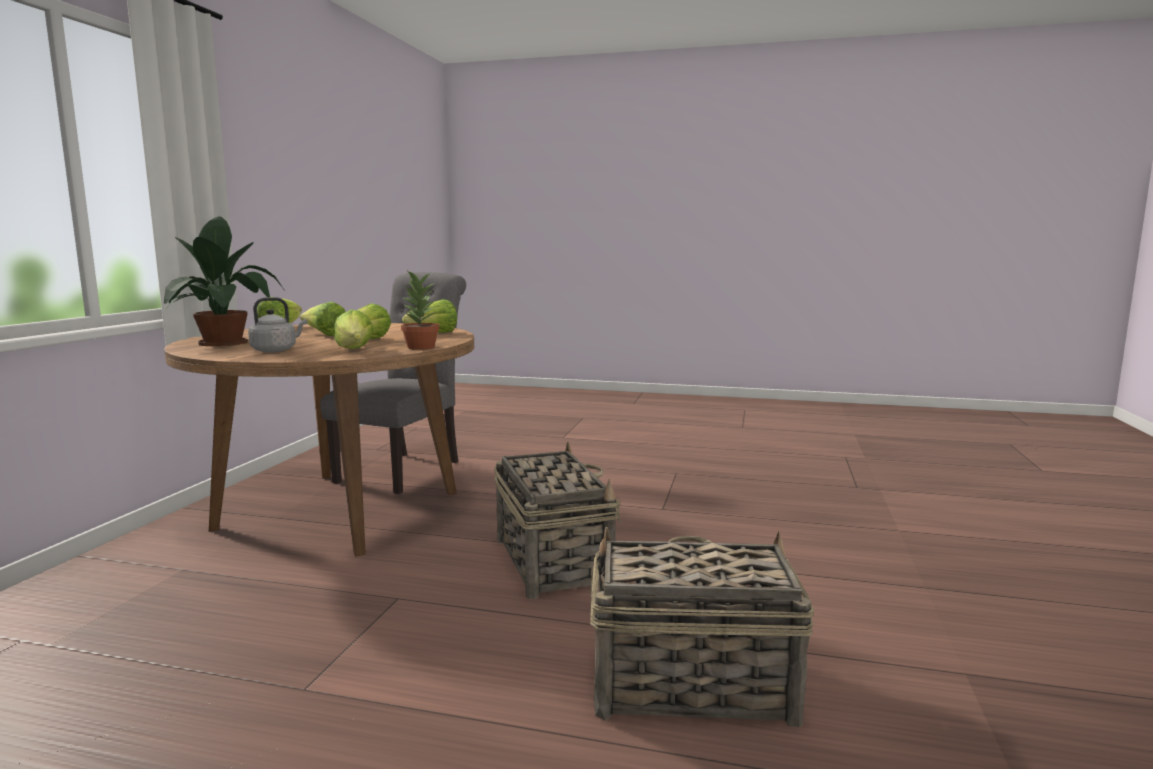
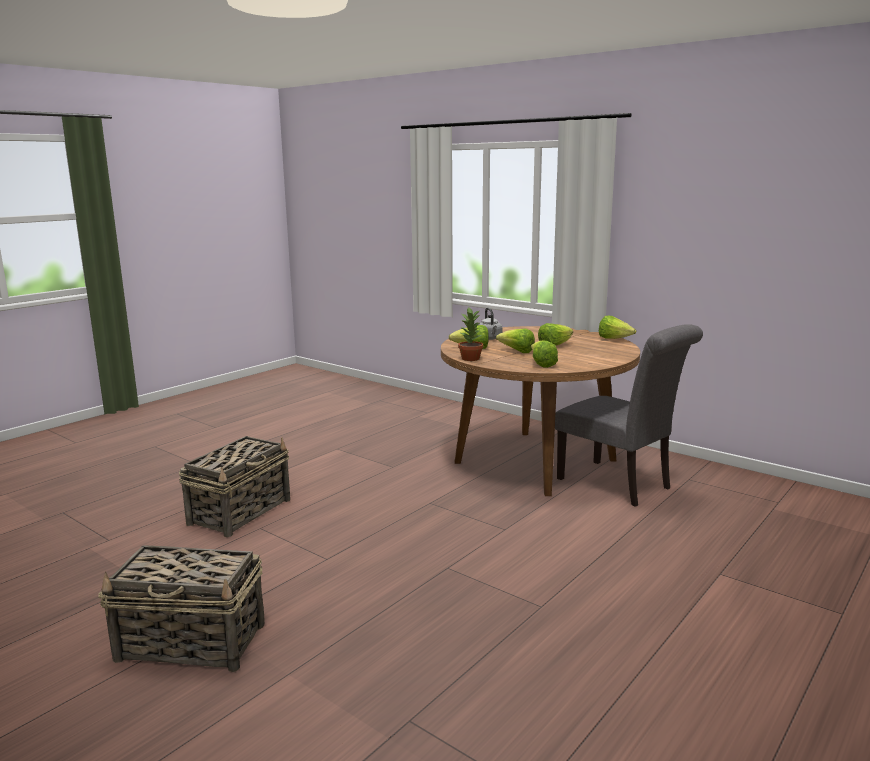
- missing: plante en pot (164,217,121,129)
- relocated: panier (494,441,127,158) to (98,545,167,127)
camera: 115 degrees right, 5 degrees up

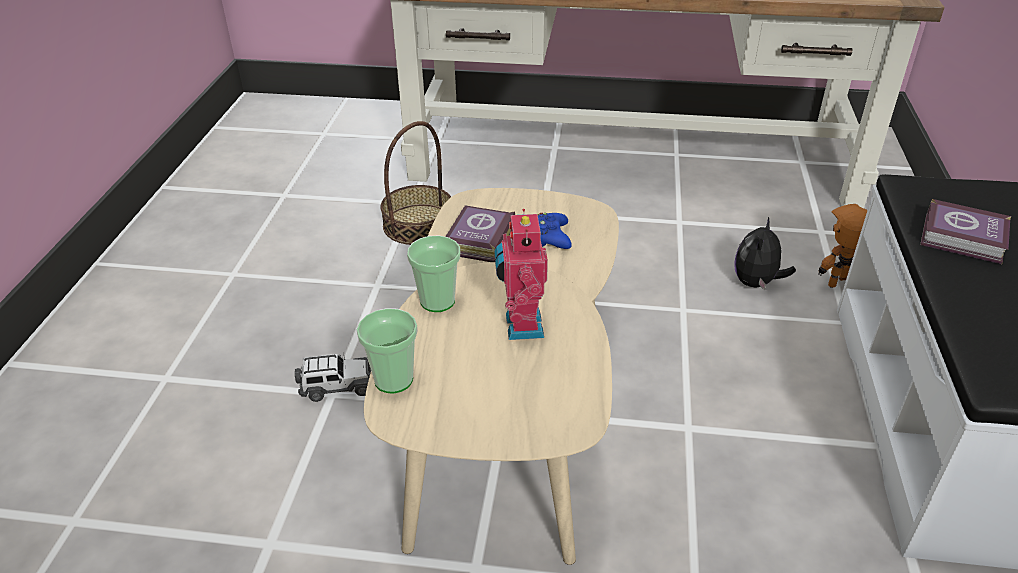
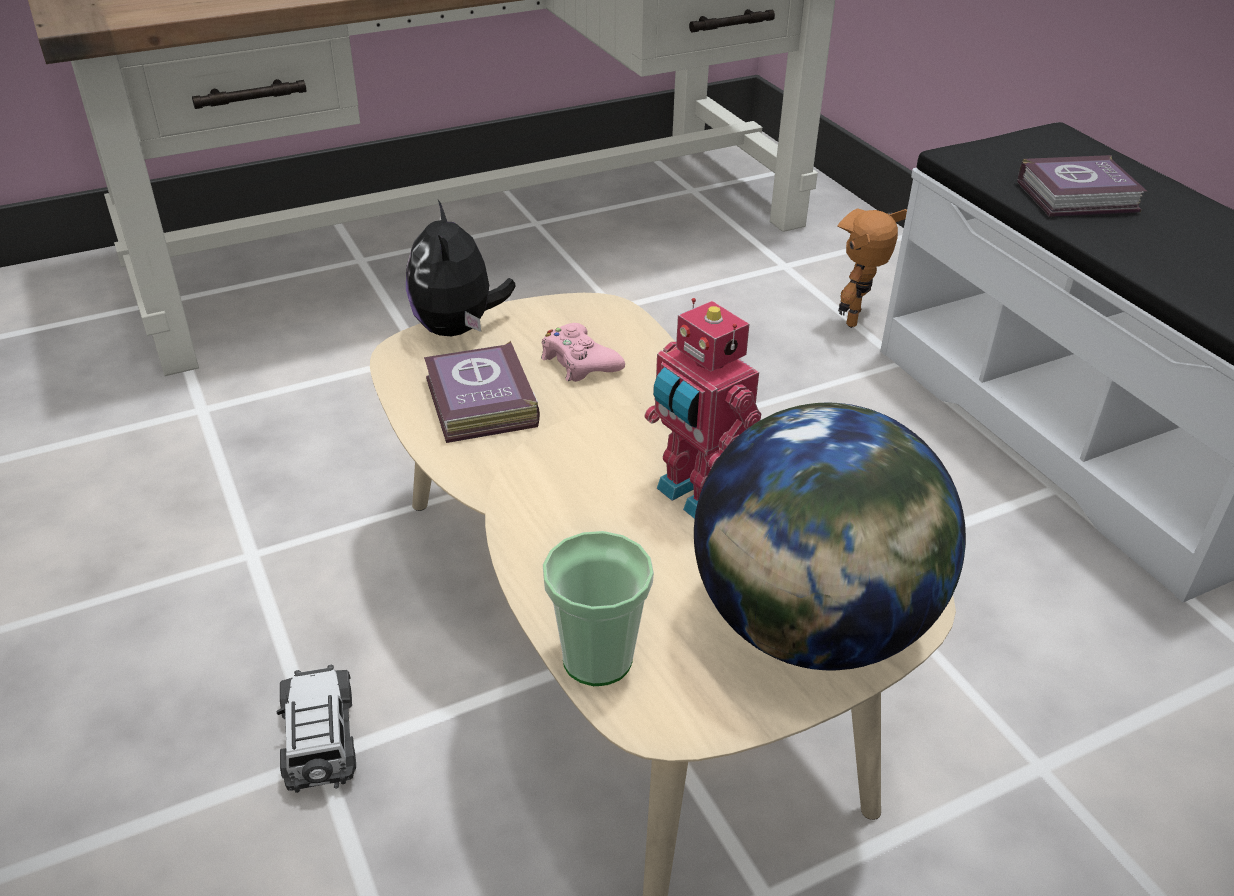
- spun: petite voiture (295,354,76,48) = (276,665,80,128) 60 degrees counterclockwise
- missing: panier (380,121,71,124)
- missing: tasse (407,236,53,76)
- colour: manette (bleu) (537,213,35,36) to manette (rose) (541,323,84,59)
- relocated: peluche (735,217,61,73) to (406,200,110,136)
- appeared: globe (694,403,272,267)
camera: 35 degrees left, 0 degrees up

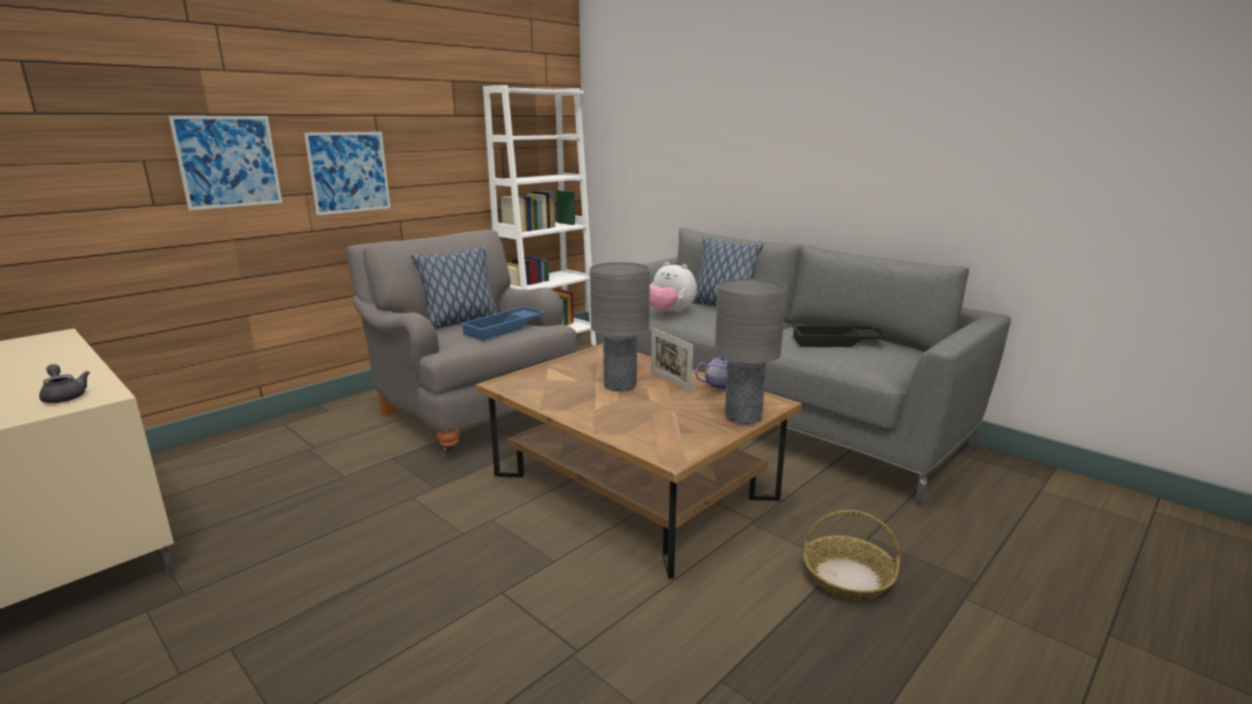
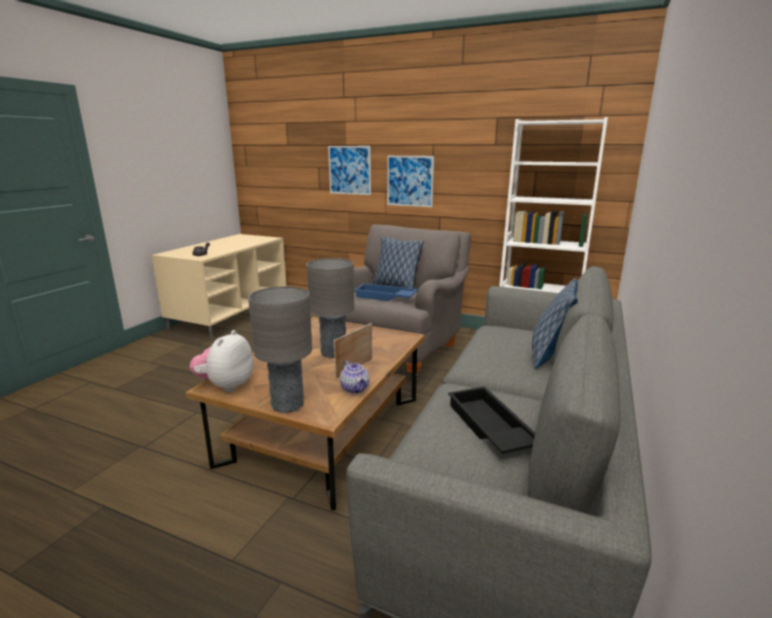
- relocated: peluche (650,262,47,51) to (189,330,65,62)
- missing: panier (803,510,97,90)
camera: 70 degrees right, 0 degrees up

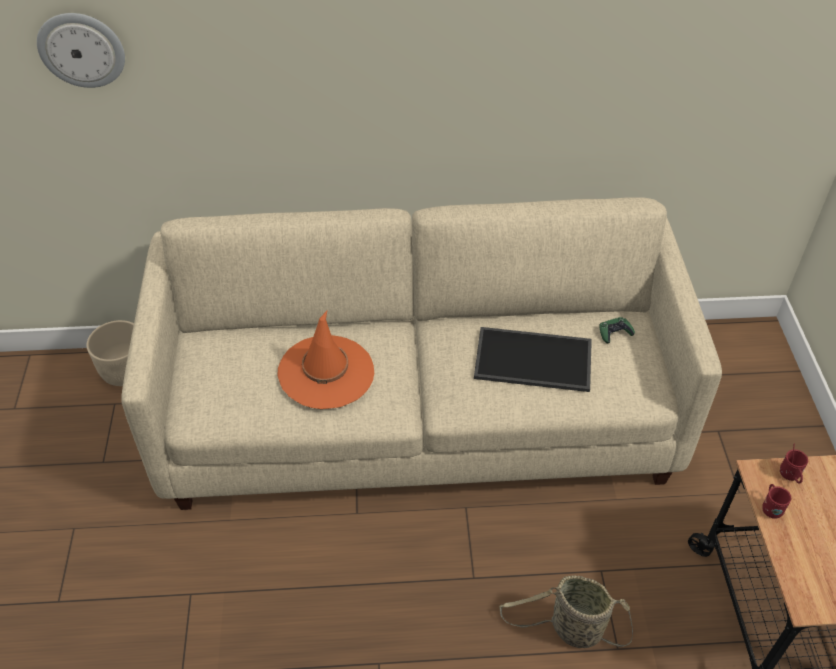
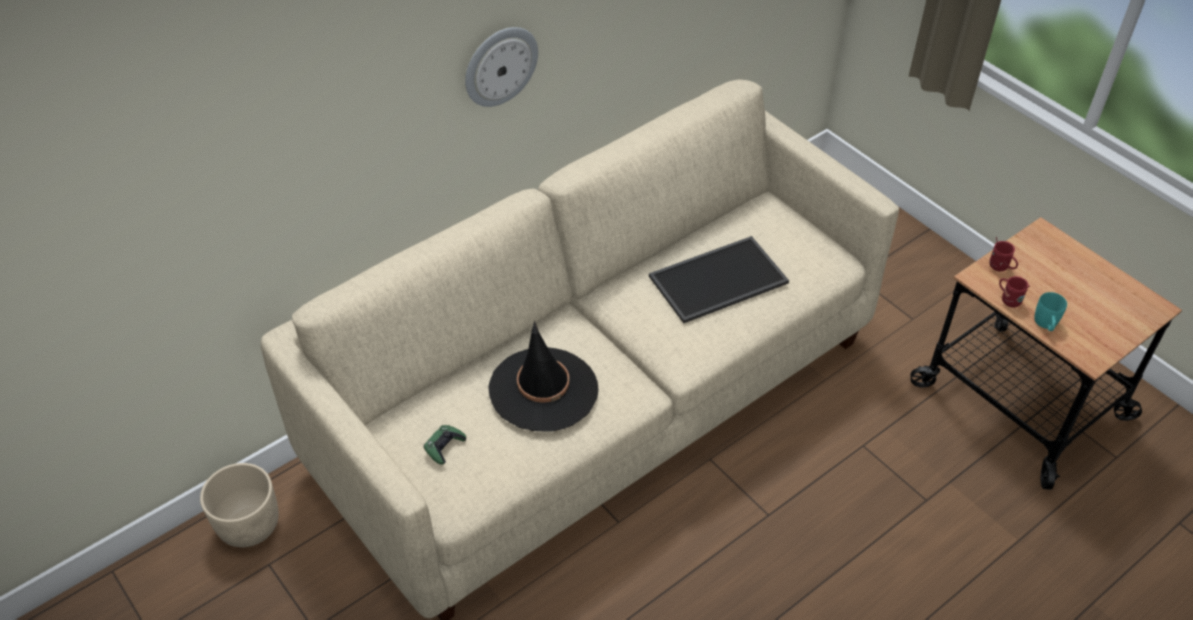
- relocated: horloge murale (37,13,88,75) to (465,27,73,80)
- colour: chapeau (orange) (278,311,96,98) to chapeau (noir) (488,321,111,110)
- missing: panier (499,575,134,73)
- relocated: manette (vert) (599,317,36,26) to (424,425,42,40)
- appeared: mug (turquoise) (1034,292,33,39)
camera: 35 degrees left, 0 degrees up

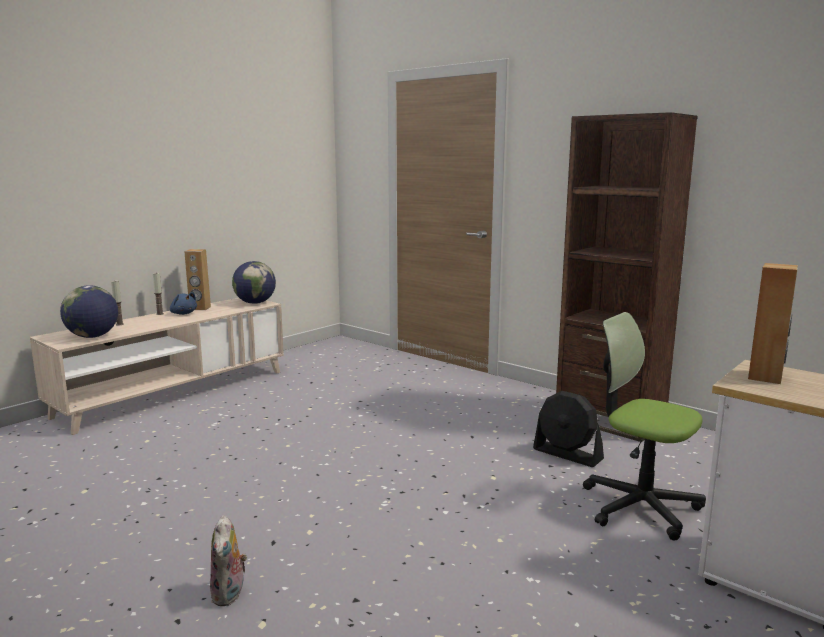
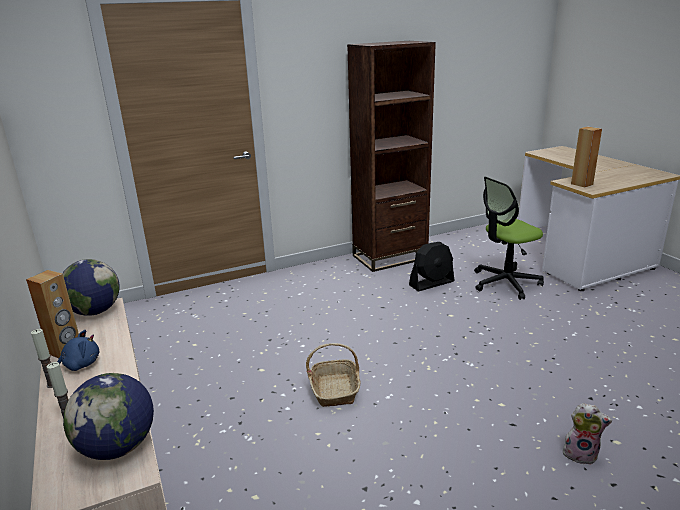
- appeared: panier (306,343,55,64)
camera: 65 degrees left, 10 degrees up

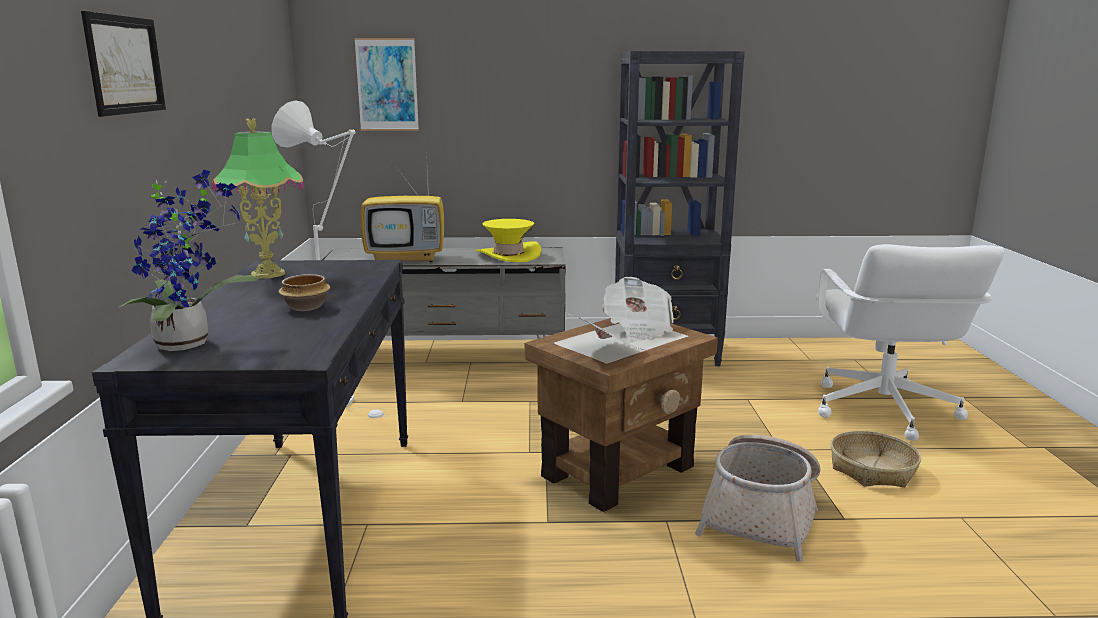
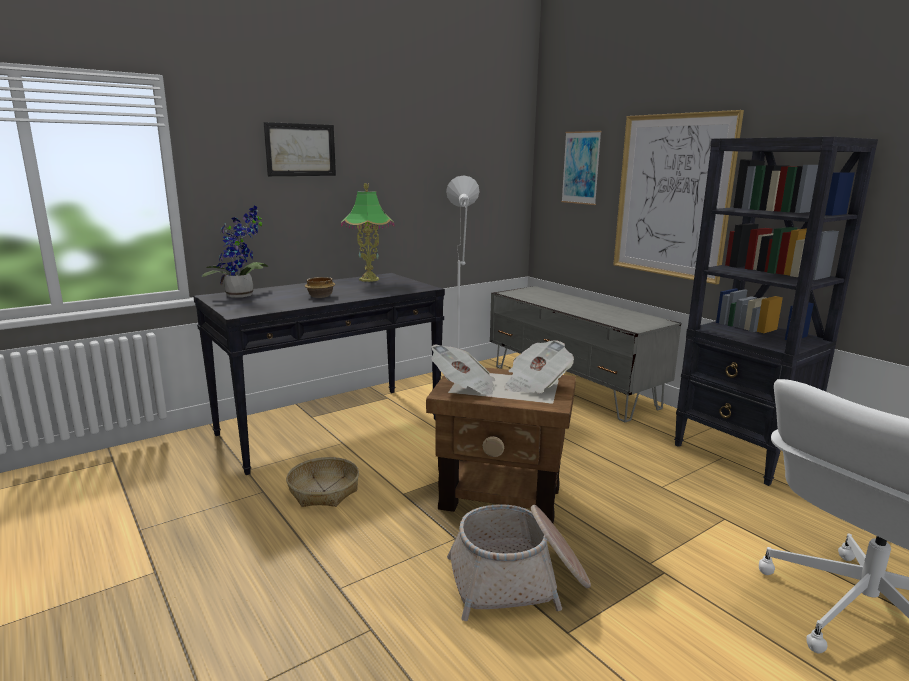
- missing: téléviseur (361,154,83,109)
- missing: chapeau (jaune) (476,219,66,43)
- relocated: panier (831,431,90,56) to (286,457,73,50)
- appeared: tableau (613,110,131,175)
camera: 55 degrees right, 0 degrees up

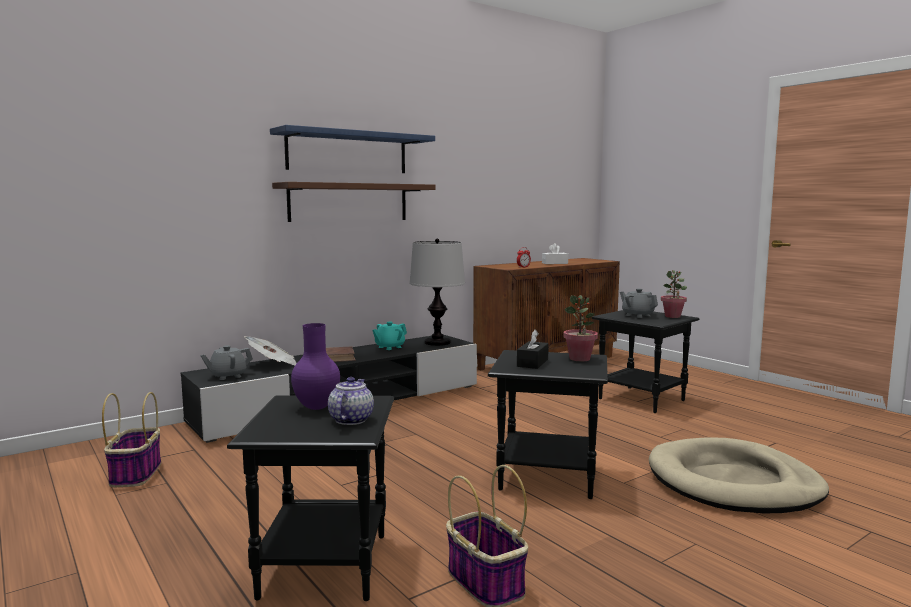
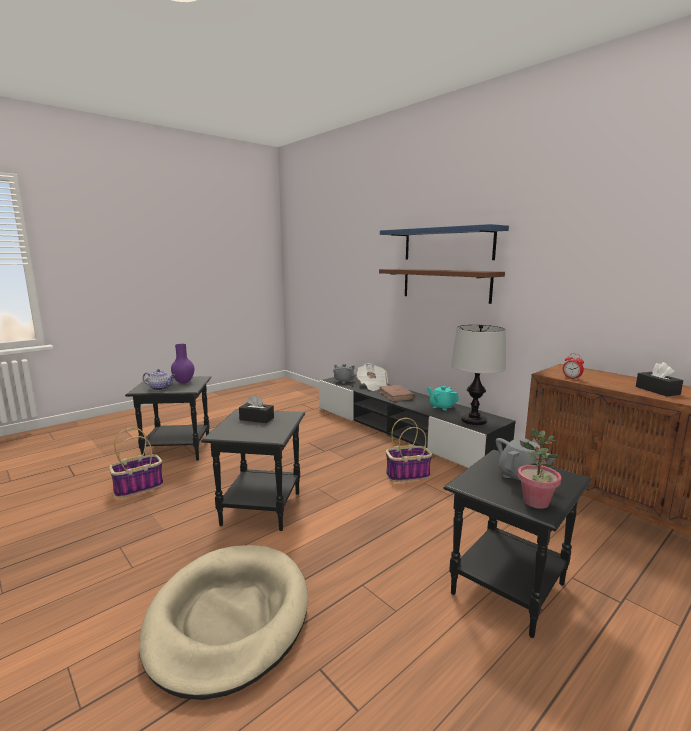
- relocated: panier (102,392,59,95) to (386,418,46,64)
- colour: boîte à mouchoirs (blanc) (542,243,26,21) to boîte à mouchoirs (noir) (636,362,47,34)
- missing: plante en pot (563,295,35,66)
camera: 85 degrees right, 5 degrees up

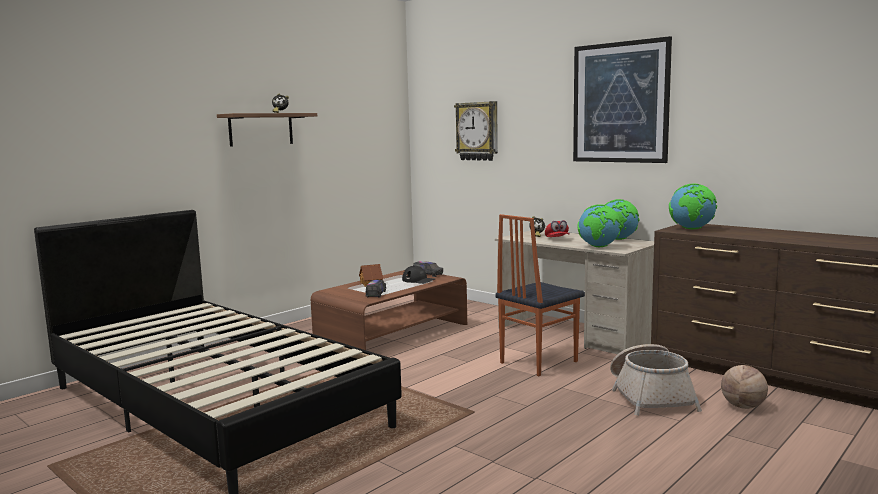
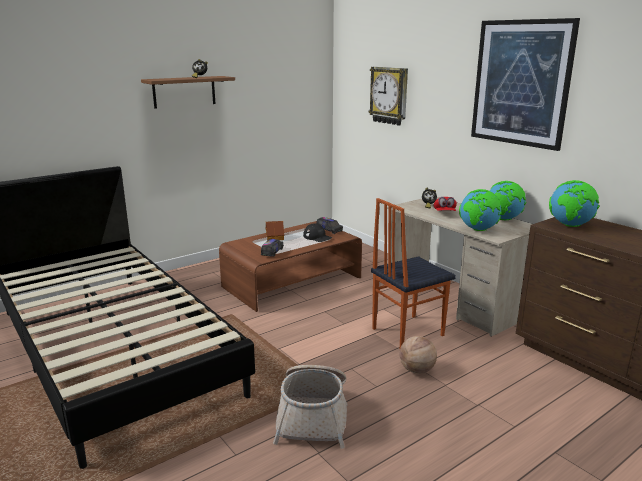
- relocated: panier (610,344,92,72) to (273,365,75,84)
- relocated: ballon de basket (721,365,47,44) to (399,336,38,38)
camera: 10 degrees right, 10 degrees up

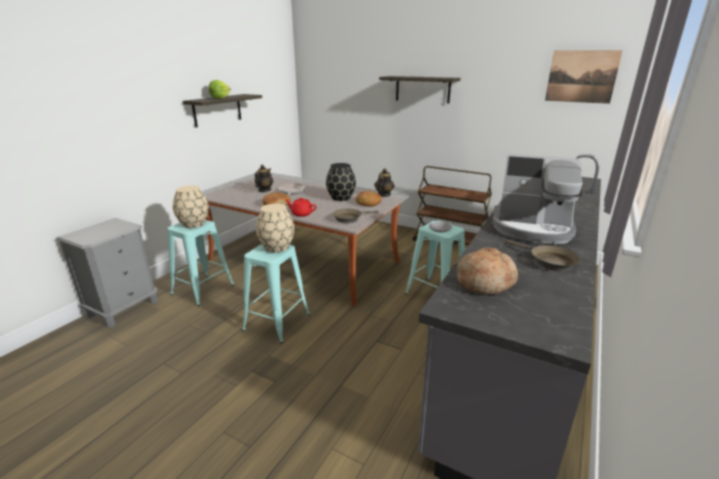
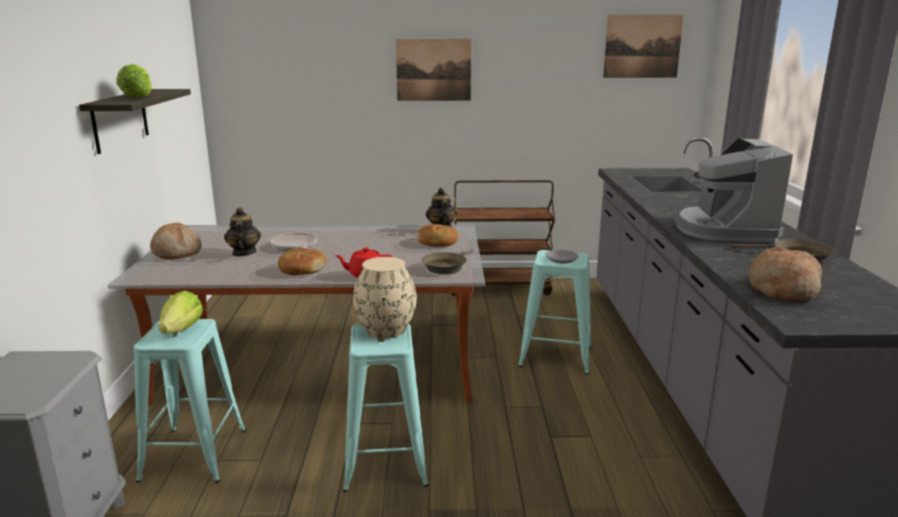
- exchanged: vase (beige) (173,185,36,43) to laitue (159,291,44,43)
- missing: vase (noir) (326,163,30,38)
- exchanged: étagère (379,76,81,27) to tableau (396,39,75,62)
- spun: machine à café (492,154,91,90) = (674,138,119,104) 105 degrees clockwise
- appeared: pain (150,223,52,36)
camera: 30 degrees left, 5 degrees down

